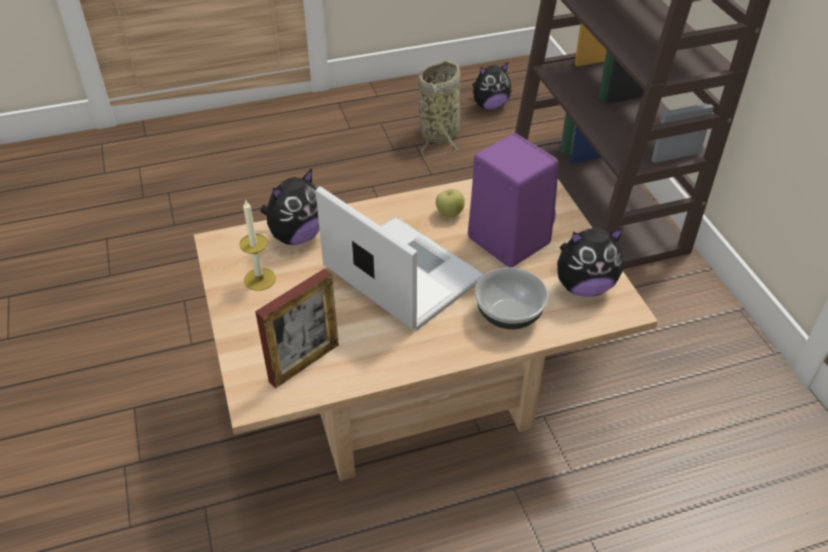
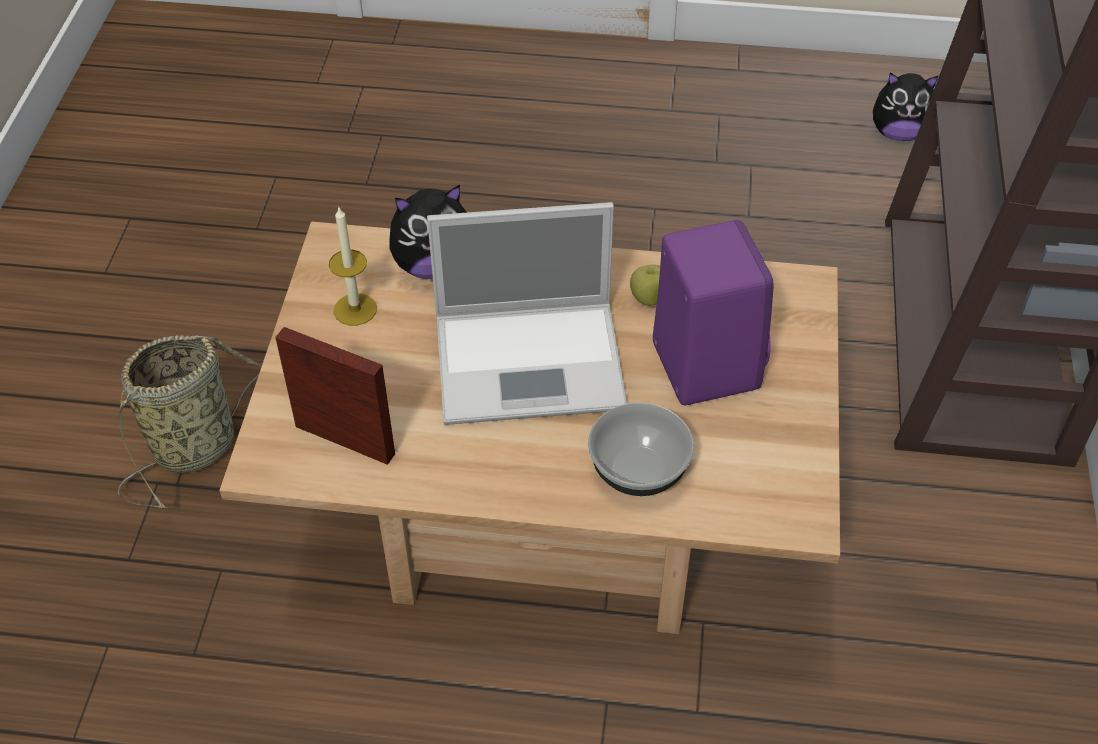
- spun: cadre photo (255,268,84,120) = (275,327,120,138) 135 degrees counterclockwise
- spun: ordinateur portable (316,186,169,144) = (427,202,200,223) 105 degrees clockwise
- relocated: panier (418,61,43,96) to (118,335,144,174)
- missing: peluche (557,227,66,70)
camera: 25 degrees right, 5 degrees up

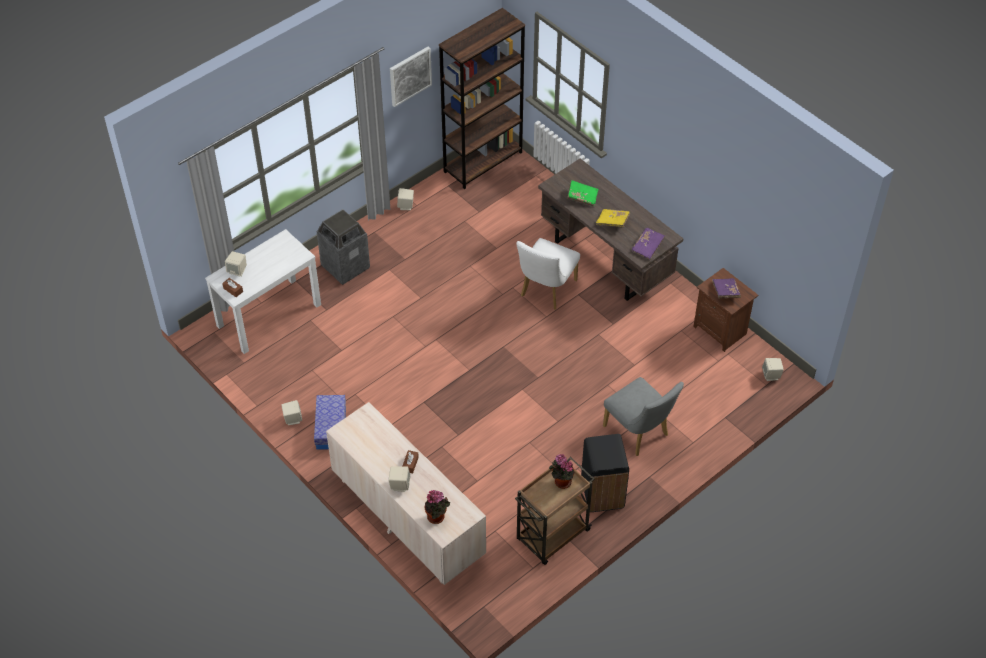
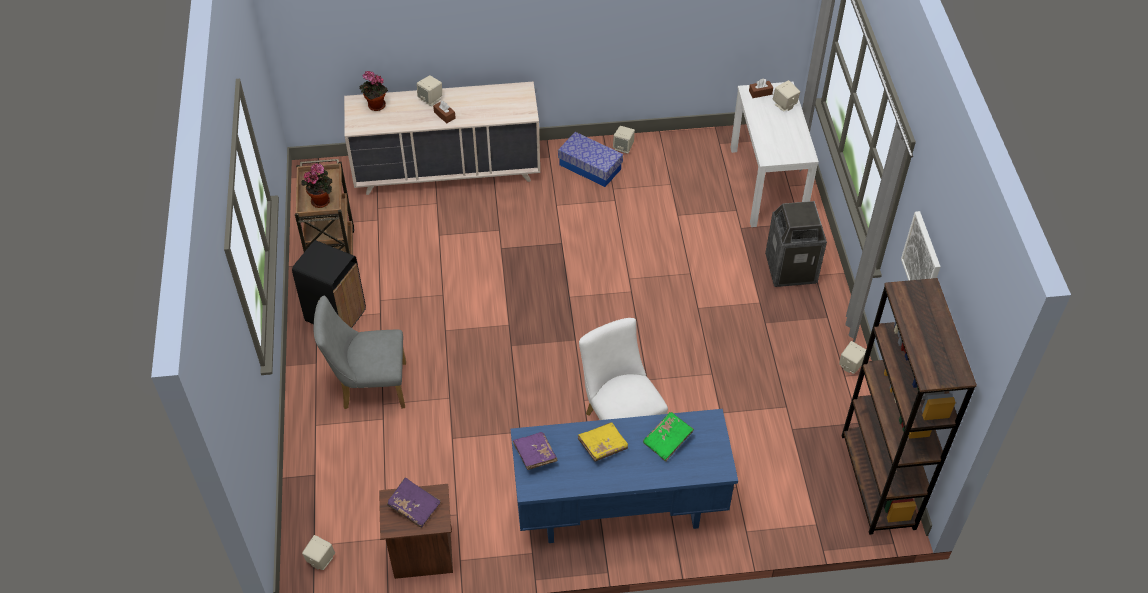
- colour: bureau (marron) (538,159,145,142) to bureau (bleu) (511,409,227,134)
camera: 125 degrees right, 0 degrees up

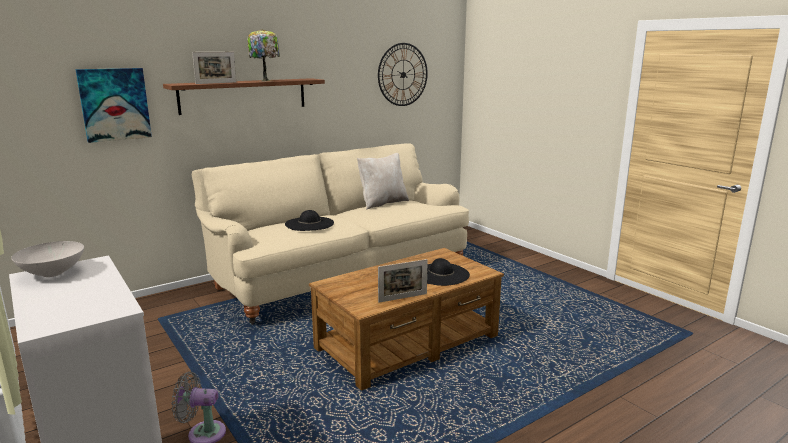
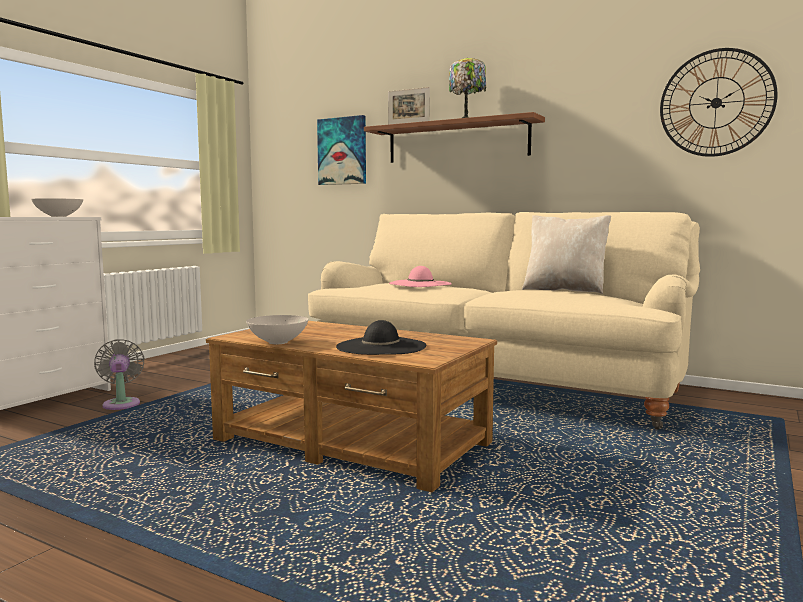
- colour: chapeau (noir) (285,210,49,21) to chapeau (rose) (389,266,63,21)
- exchanged: cadre photo (378,259,50,44) to bol (blanc) (246,315,63,29)
camera: 65 degrees right, 10 degrees down

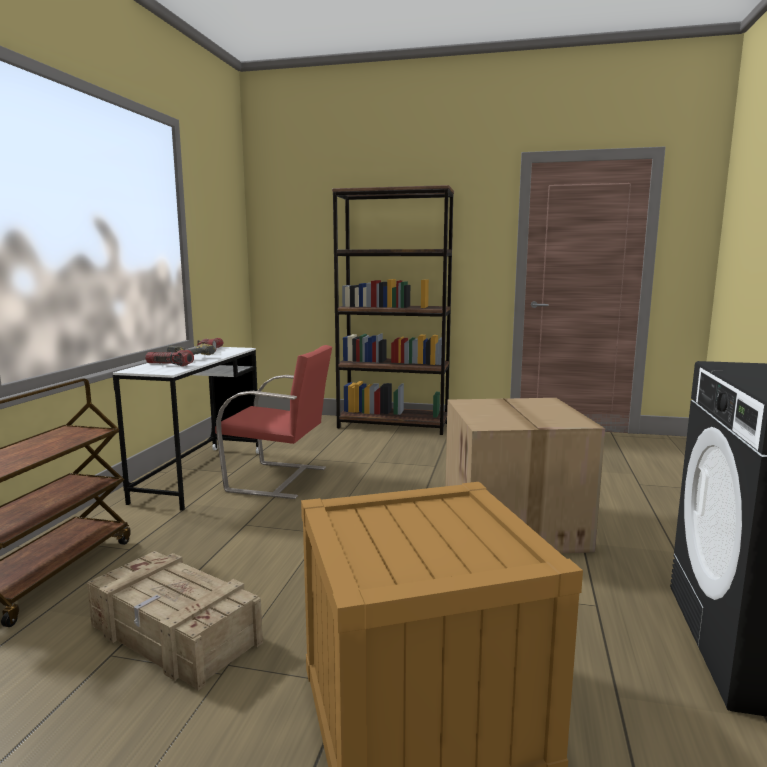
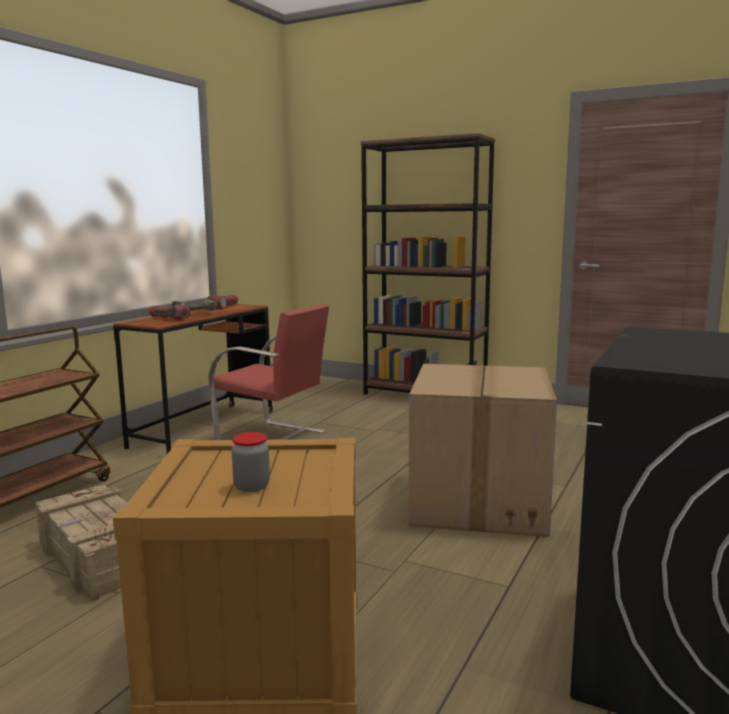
- colour: bureau (blanc) (113,347,146,164) to bureau (marron) (113,304,160,150)
- appeared: bocal (231,432,39,60)
camera: 15 degrees right, 0 degrees up

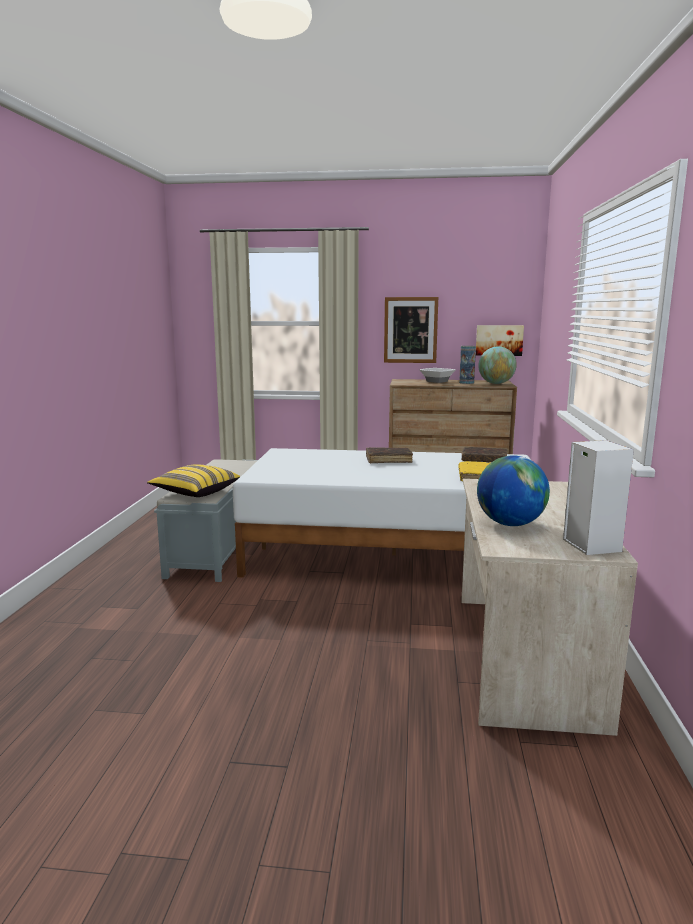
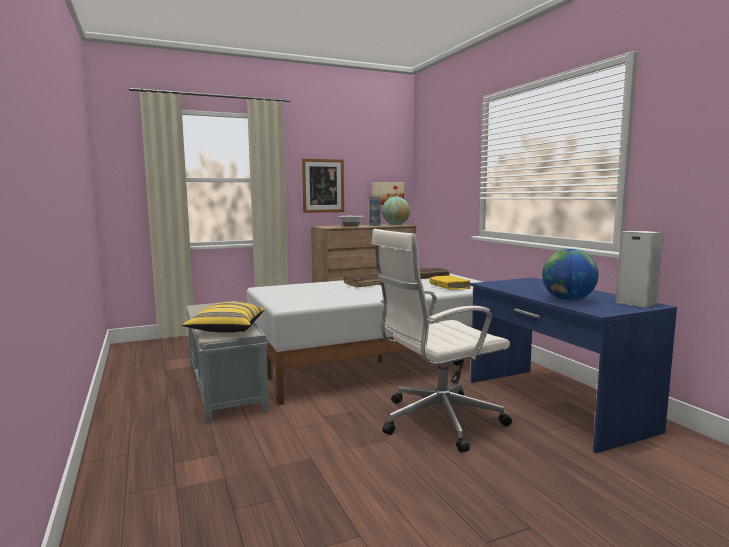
- colour: bureau (beige) (461,479,177,257) to bureau (bleu) (470,277,207,176)
- appeared: chaise de bureau (blanc) (372,229,140,224)
camera: 30 degrees left, 5 degrees down

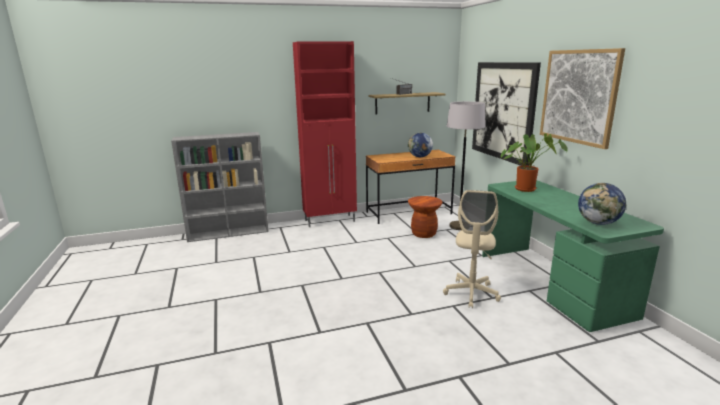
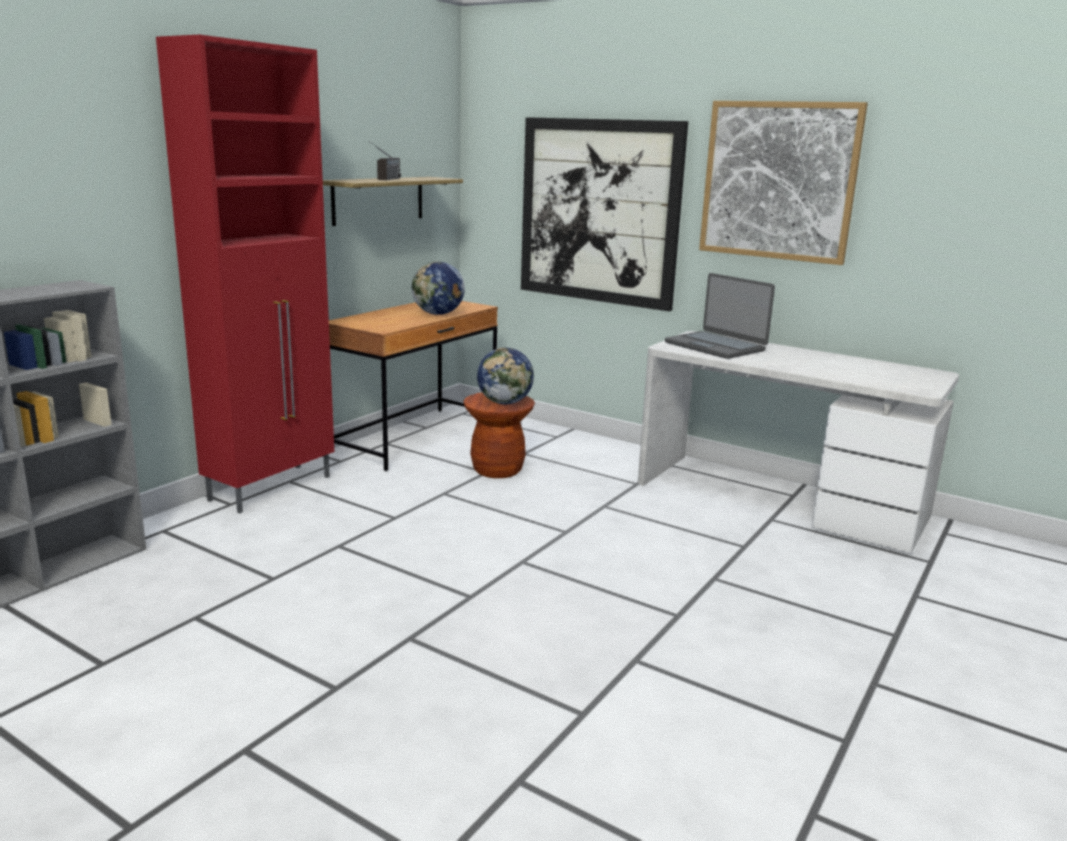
- missing: chaise de bureau (beige) (443,190,58,118)
- missing: lampadaire (gris) (447,101,39,129)
- colour: bureau (vert) (482,180,182,152) to bureau (blanc) (638,331,321,222)
- exchanged: plante en pot (501,134,66,58) to ordinateur portable (665,273,110,86)
- relocated: globe (578,183,48,42) to (477,348,57,57)
camera: 40 degrees left, 0 degrees up

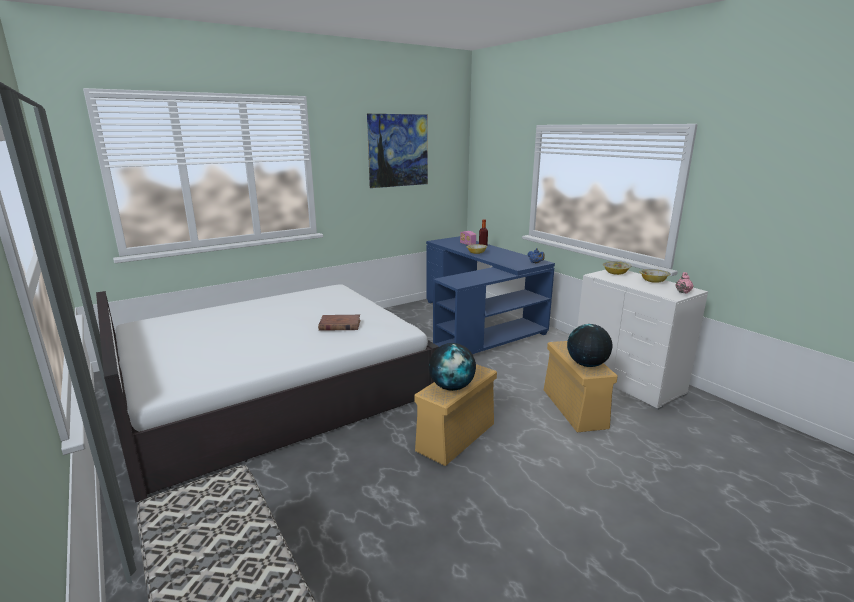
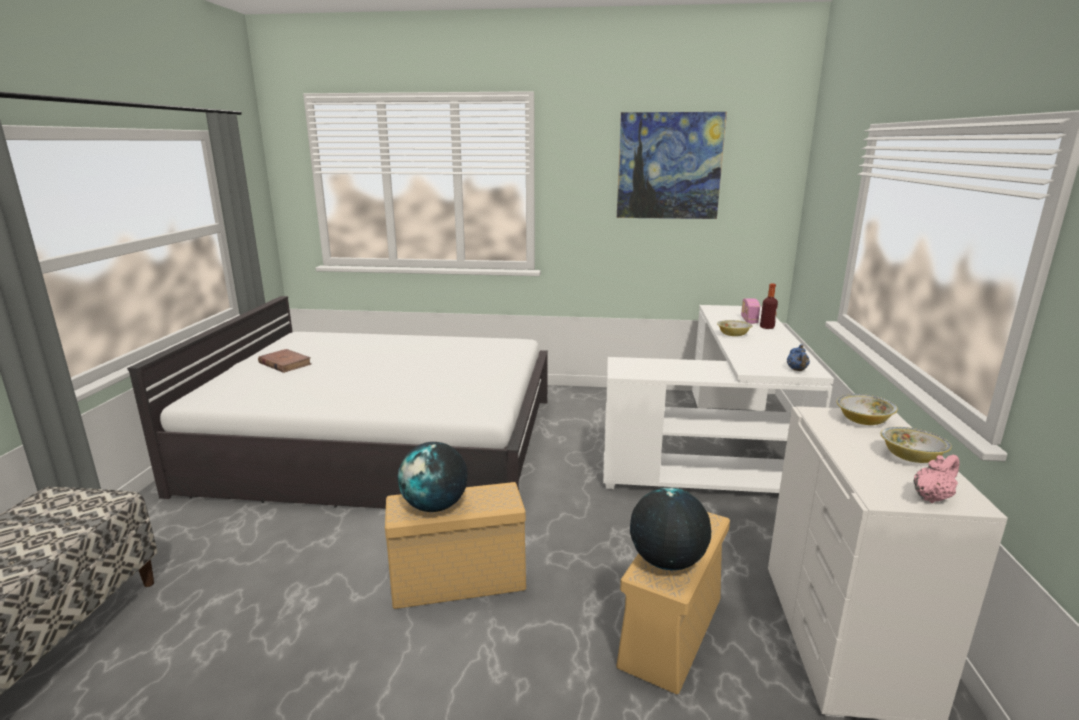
- relocated: livre (marron) (318,315,42,16) to (258,349,53,24)
- colour: bureau (bleu) (426,236,129,118) to bureau (blanc) (603,305,231,188)
camera: 40 degrees right, 0 degrees up

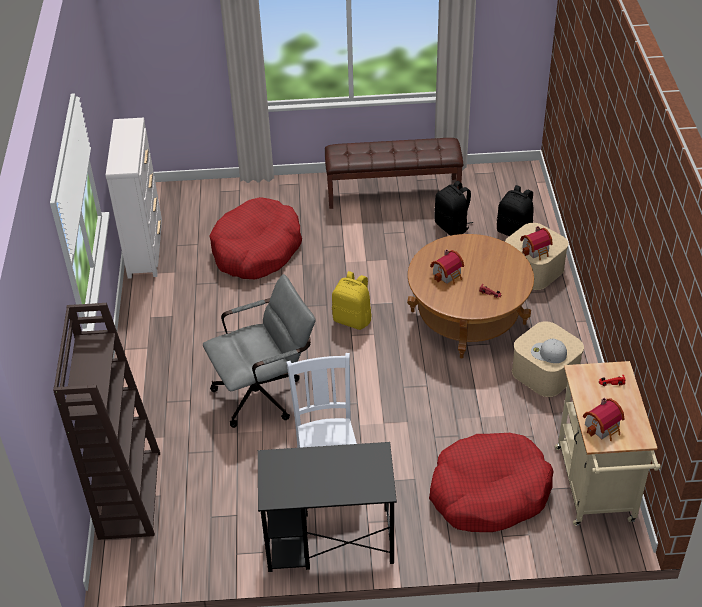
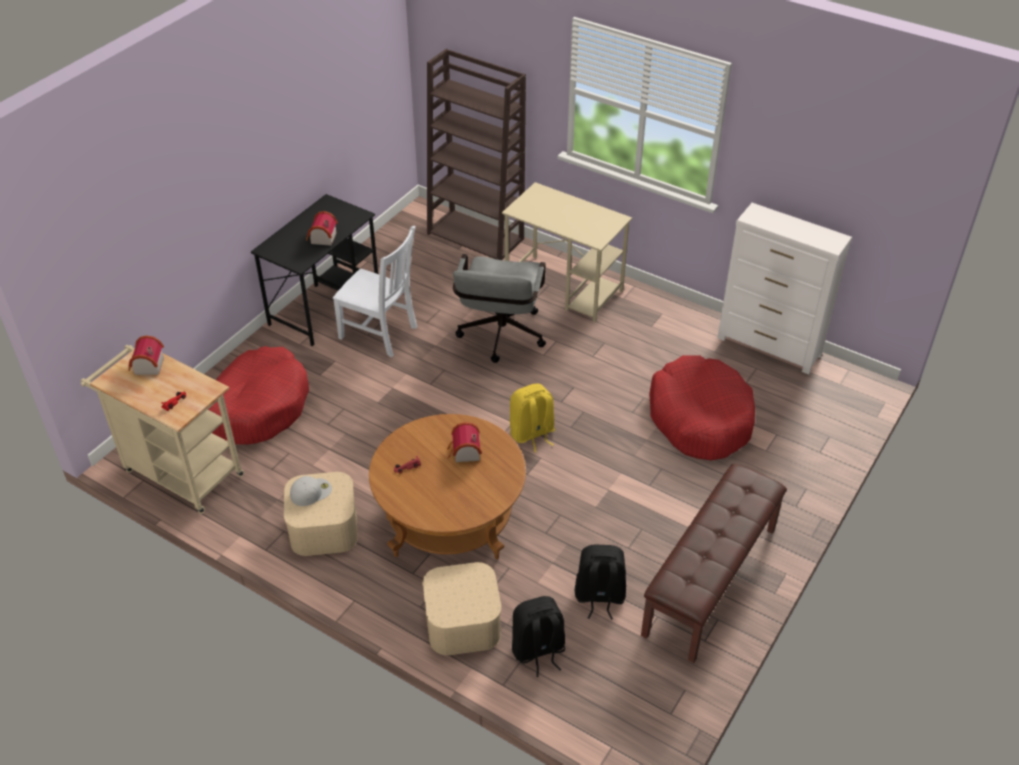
- relocated: maison miniature (520,226,33,34) to (306,211,32,35)
- appeared: bureau (beige) (502,182,130,140)
camera: 125 degrees right, 0 degrees up

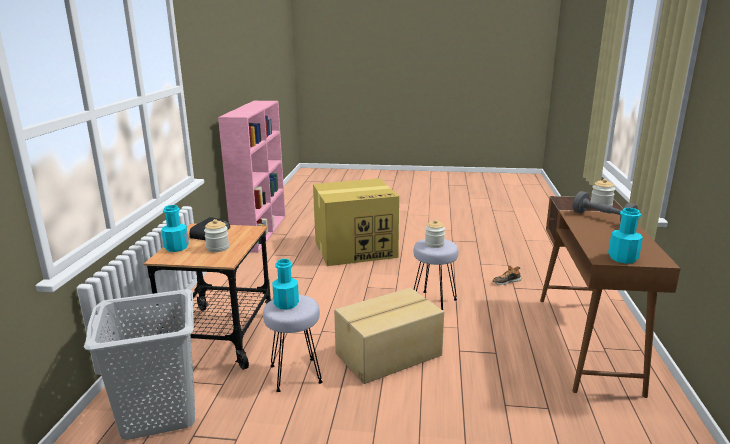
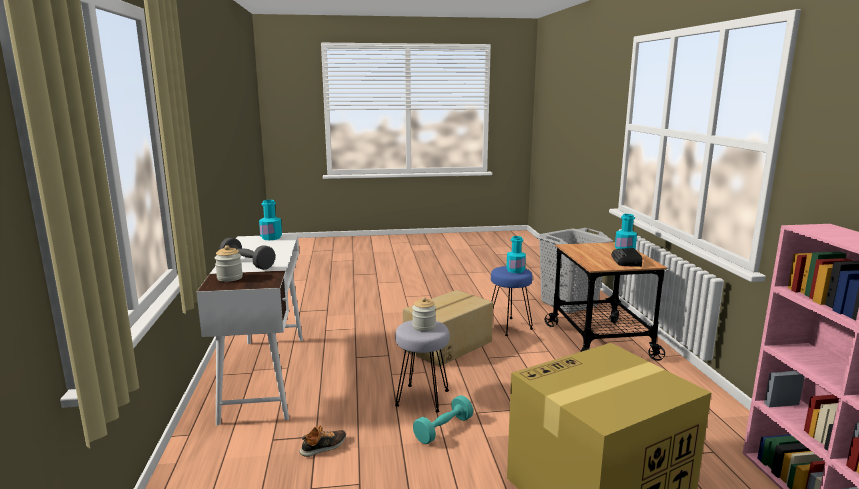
- missing: bocal (204,219,25,33)
- colour: tabouret (gris) (263,295,60,97) to tabouret (bleu) (491,266,42,70)
- colour: bureau (marron) (540,196,141,202) to bureau (blanc) (197,234,106,191)
- appeared: haltère (turquoise) (413,395,60,49)
camera: 165 degrees right, 5 degrees down

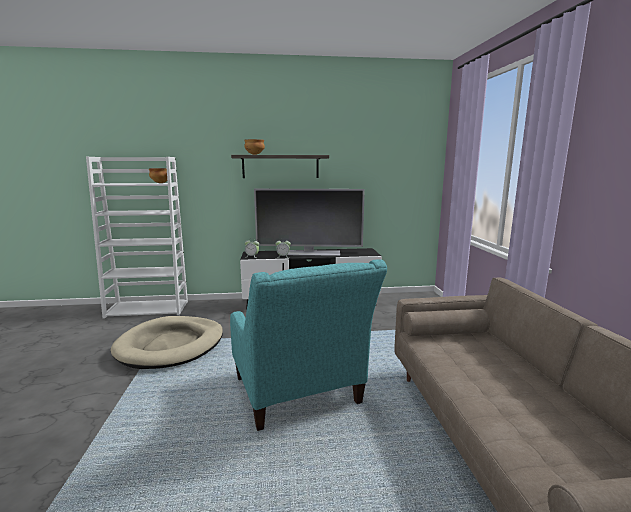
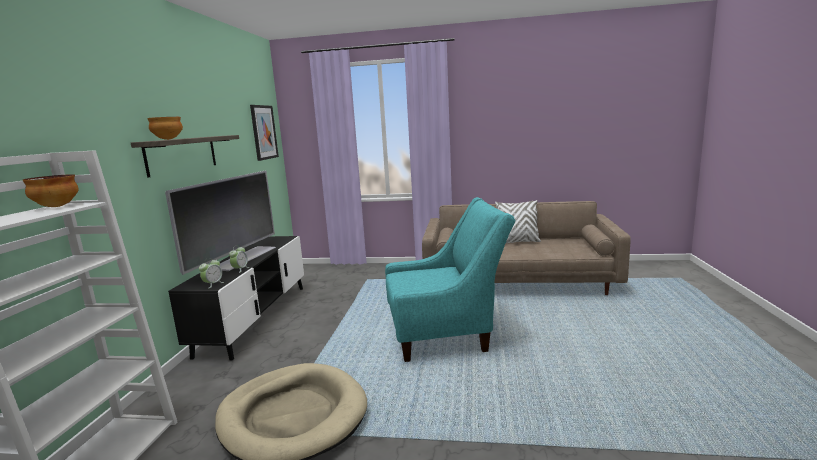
- appeared: tableau (250,105,29,56)
- appeared: coussin (blanc) (495,200,46,43)
camera: 75 degrees left, 0 degrees up

